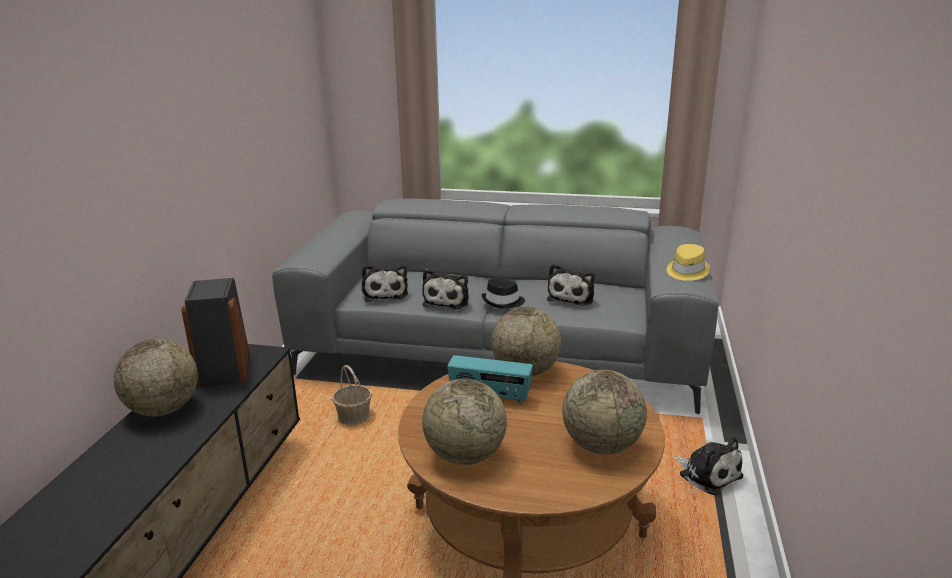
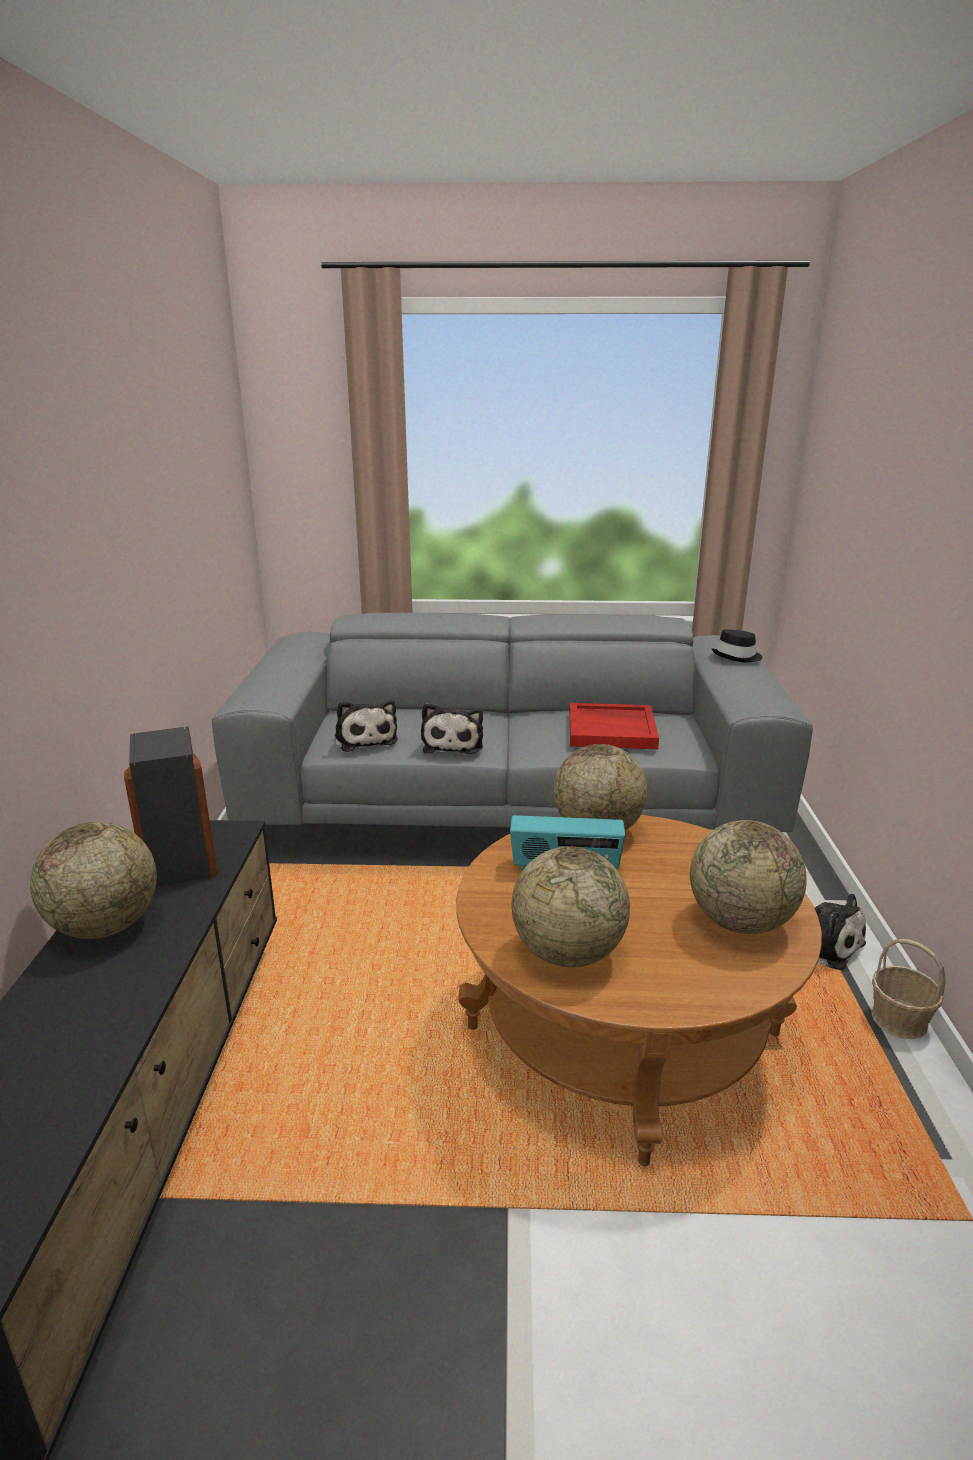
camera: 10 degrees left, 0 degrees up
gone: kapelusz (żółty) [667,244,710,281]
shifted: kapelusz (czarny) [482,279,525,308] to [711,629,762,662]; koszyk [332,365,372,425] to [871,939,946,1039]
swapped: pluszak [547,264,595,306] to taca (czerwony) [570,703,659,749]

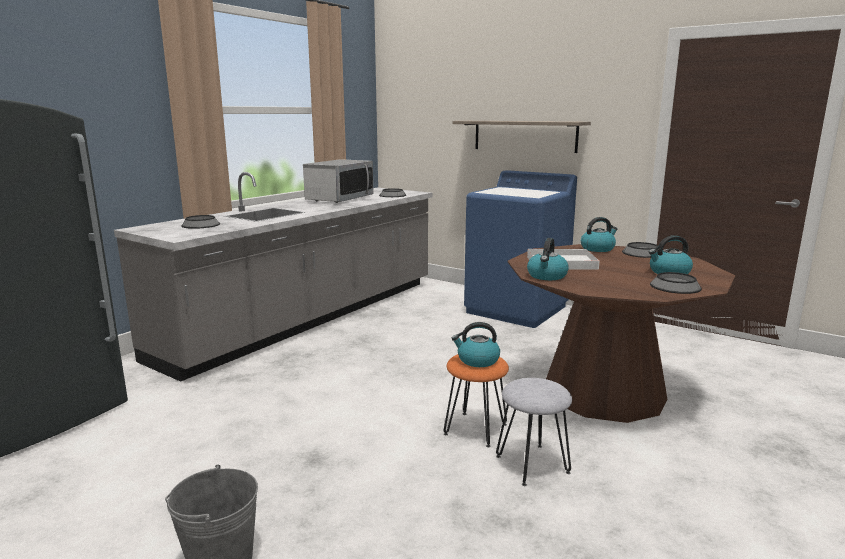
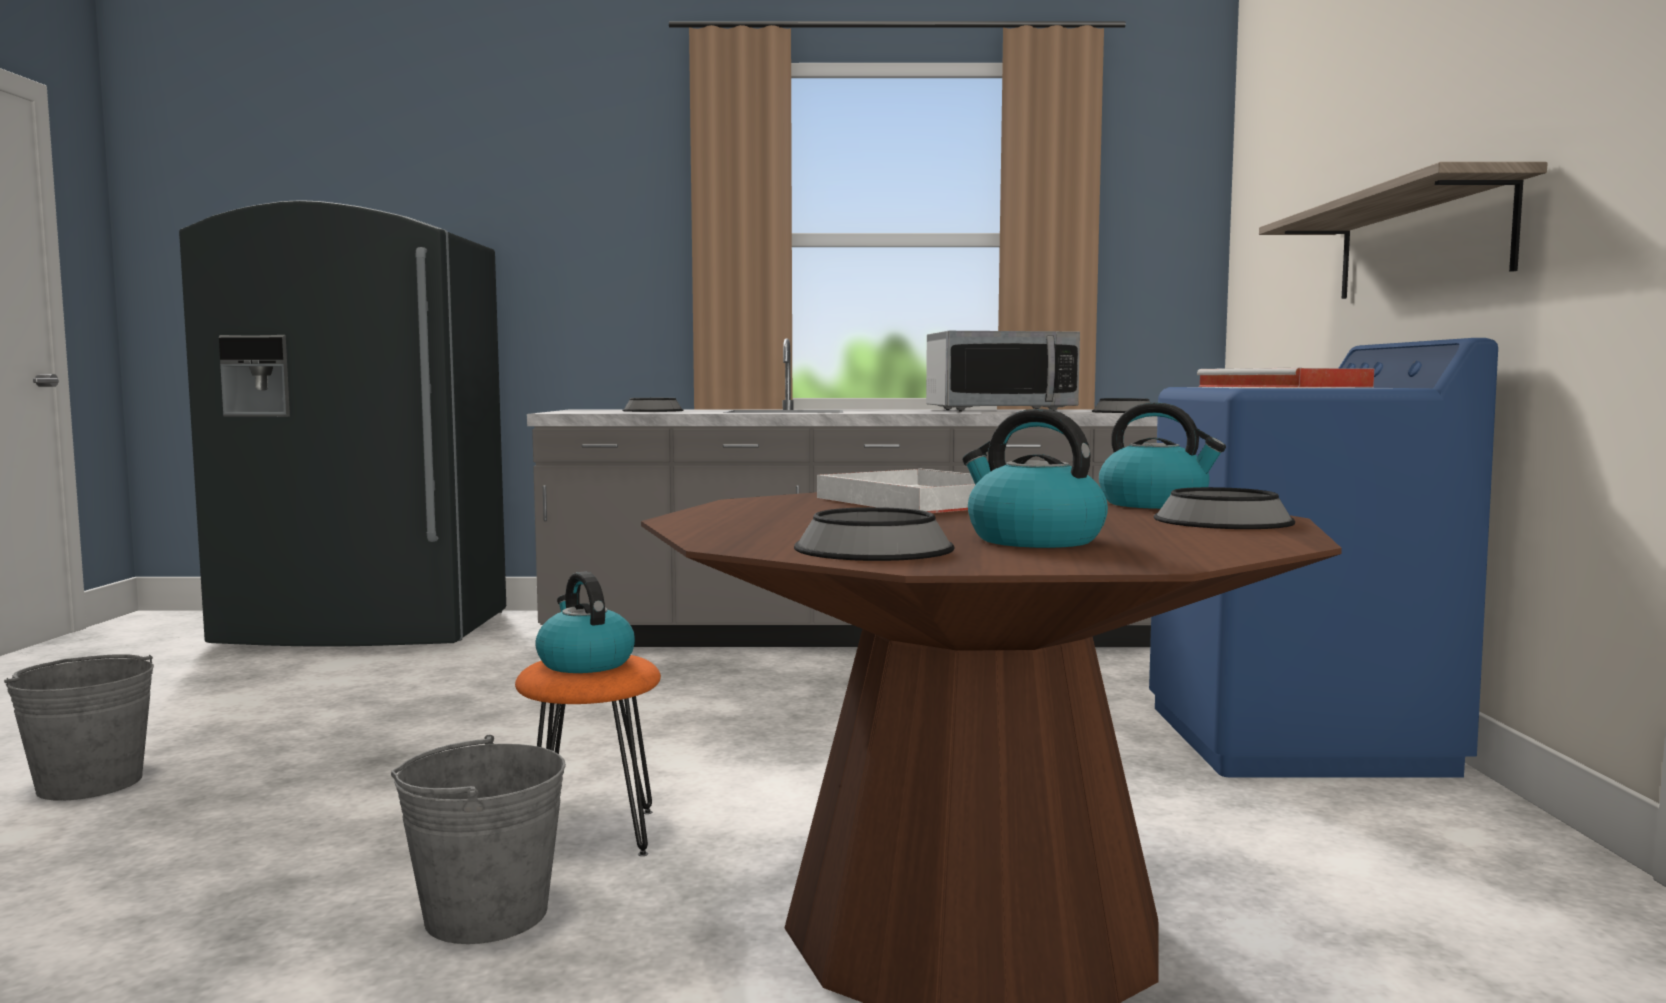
camera: 55 degrees right, 10 degrees down
gone: czajnik [527,238,569,280]
new: taca (czerwony) [1197,368,1374,388]
swapped: stołek (szary) [496,378,572,486] to wiadro (szary) [391,735,566,944]

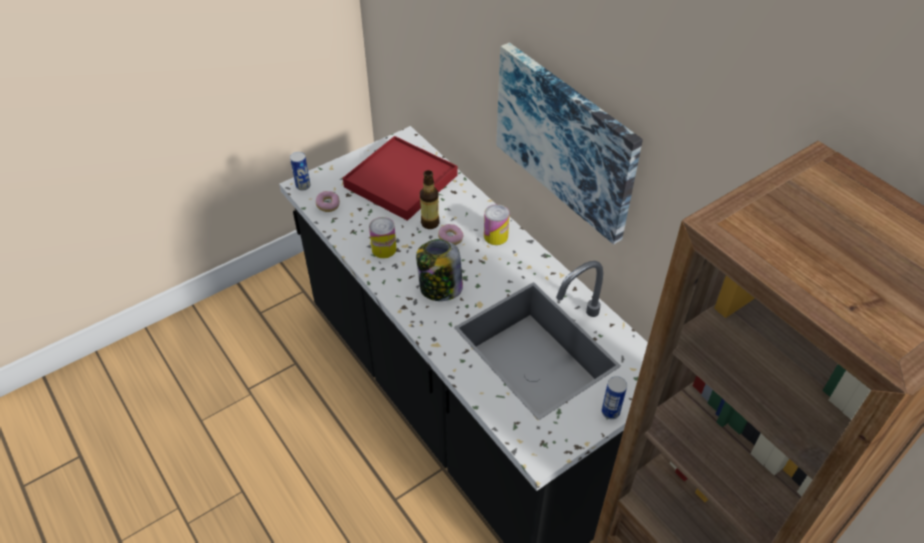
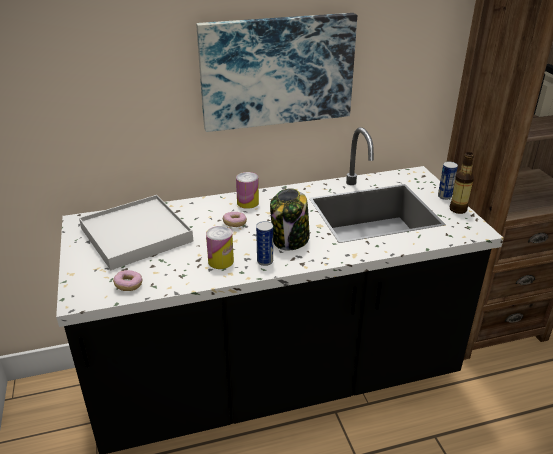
camera: 70 degrees left, 15 degrees down
shifted: puszka [290,152,311,191] to [256,221,273,266]; butelka [420,170,440,229] to [450,152,474,214]
repainted: taca (czerwony) [343,136,457,221] to taca (biały) [79,195,193,270]

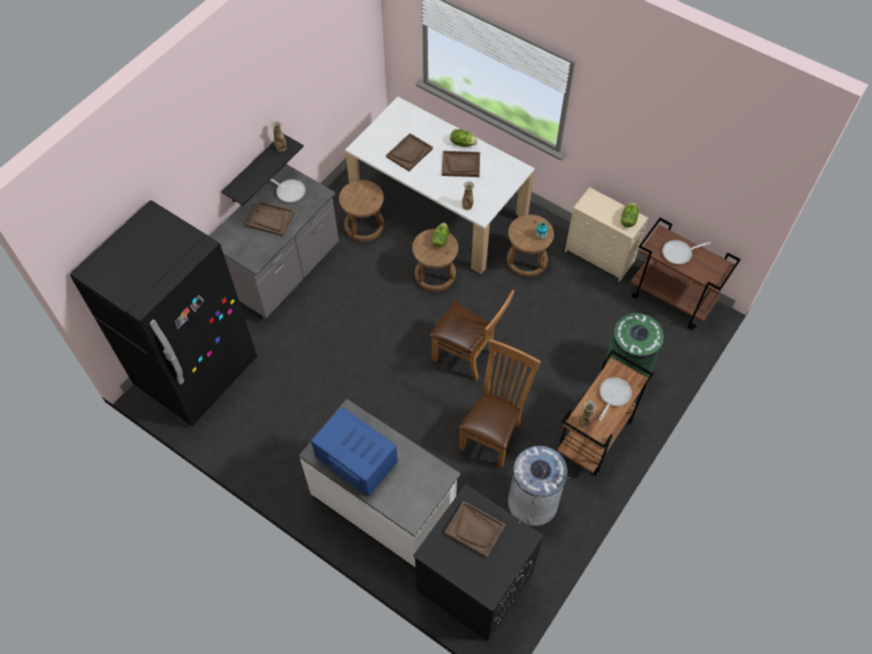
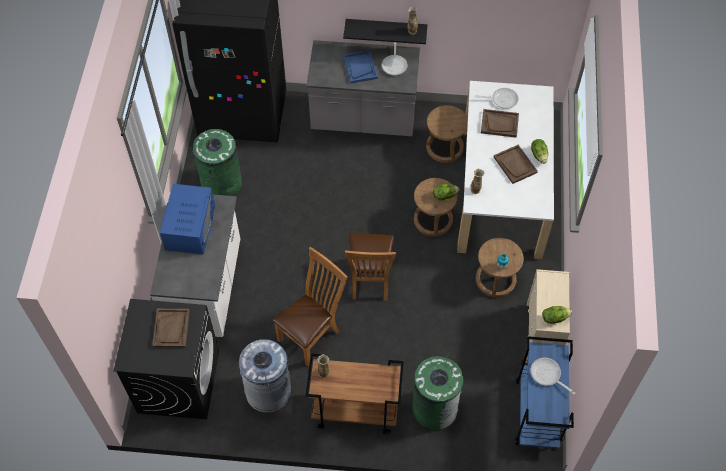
camera: 60 degrees right, 0 degrees up
new: kosz na śmieci (zielony) [192,129,242,196]
shifted: patelnia [599,377,632,421] to [475,88,519,109]
repainted: taca (brązowy) [245,201,295,236] to taca (niebieski) [343,50,378,83]; wózek (brązowy) [630,218,741,330] to wózek (niebieski) [515,336,574,449]
rotated: krzesło (brązowy) [459,339,541,469] = [272,247,348,366] 45 degrees counterclockwise

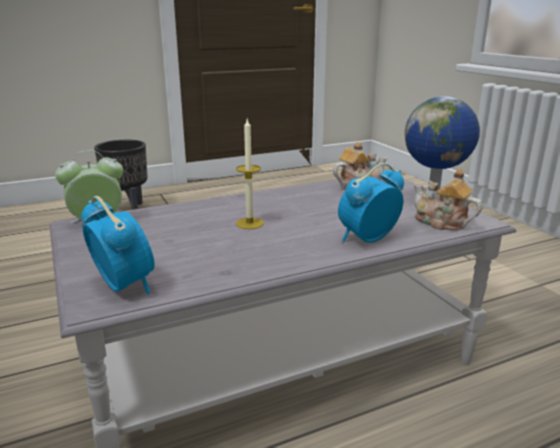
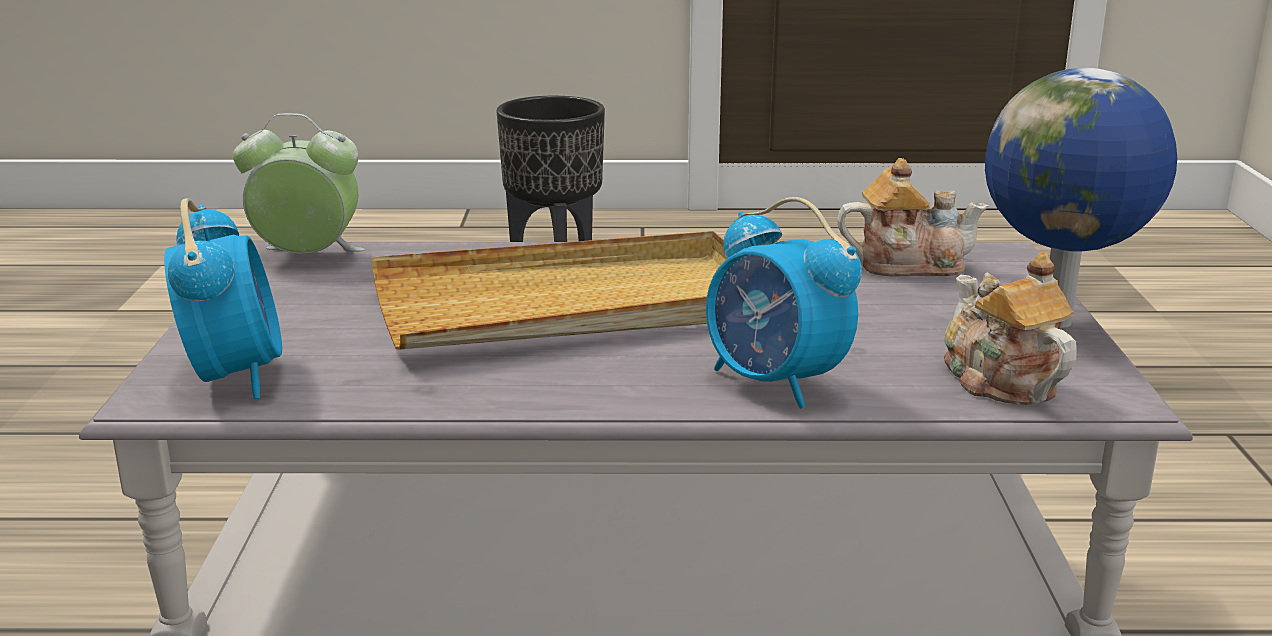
camera: 25 degrees right, 0 degrees up
swapped: świeca [236,119,264,229] to taca (beżowy) [371,231,727,349]
rotated: budzik [338,163,404,243] = [706,197,862,408] 120 degrees counterclockwise

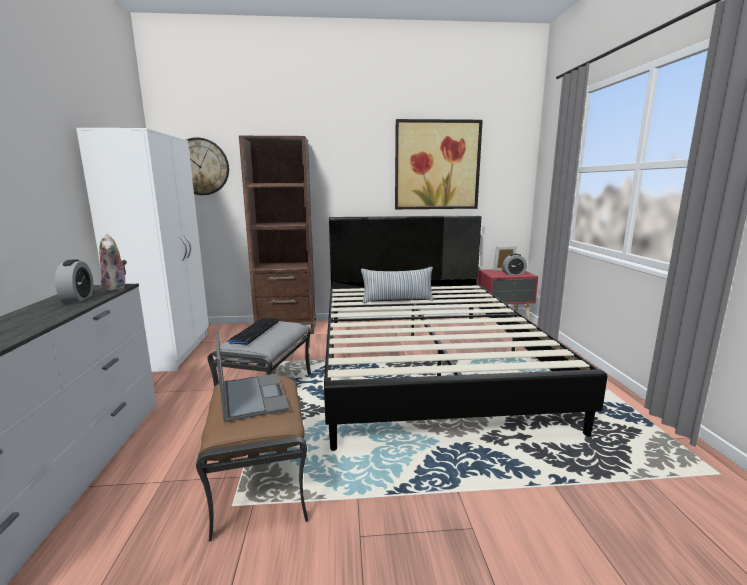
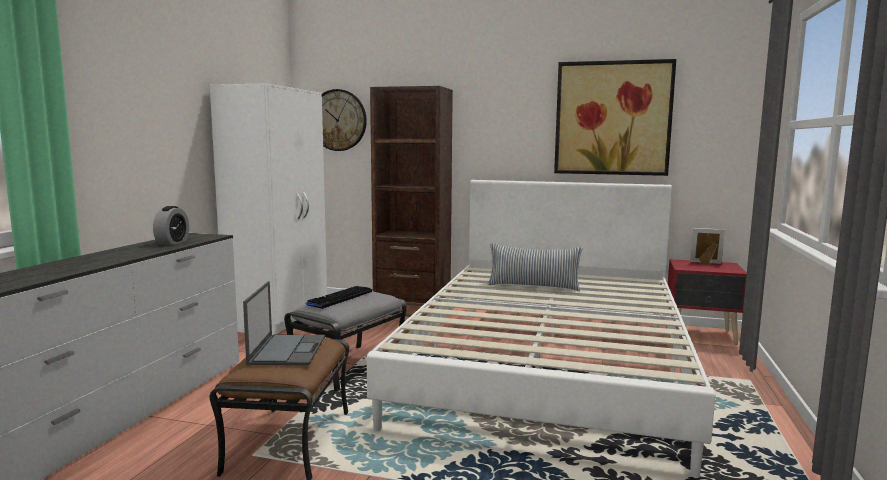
camera: 20 degrees right, 5 degrees down
gone: pluszak [99,234,127,292]; budzik [502,254,527,275]
repainted: łóżko (czarny) [324,215,607,451] to łóżko (biały) [367,180,715,478]

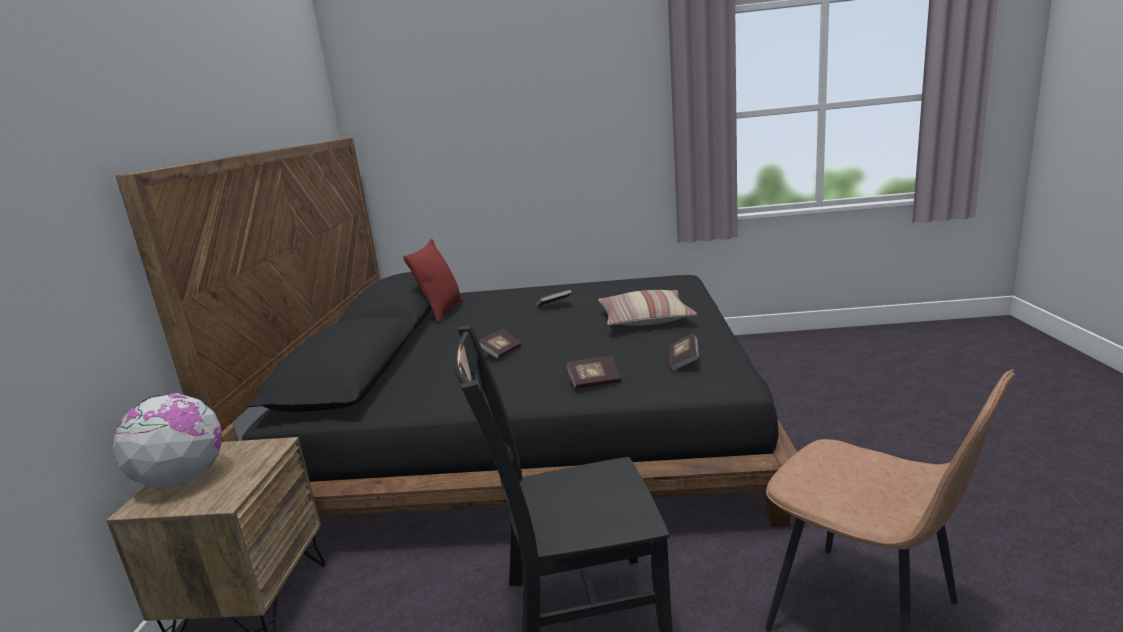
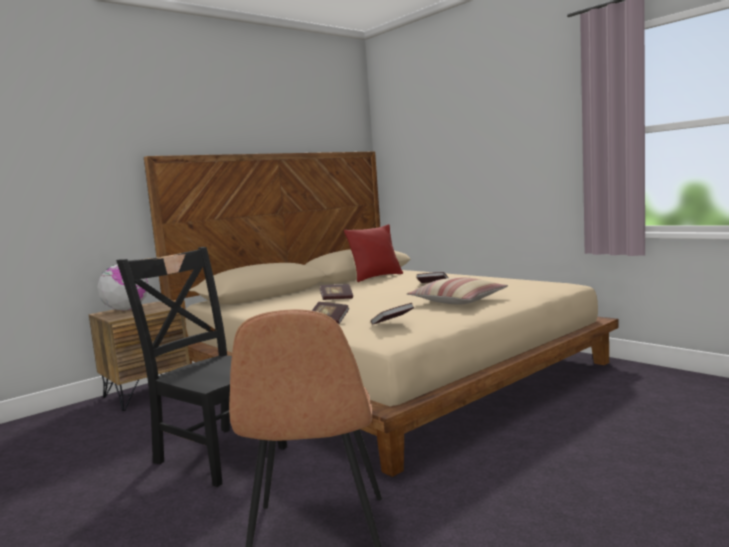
camera: 45 degrees right, 10 degrees down
repainted: łóżko (czarny) [116,137,797,527] to łóżko (beżowy) [144,151,619,477]

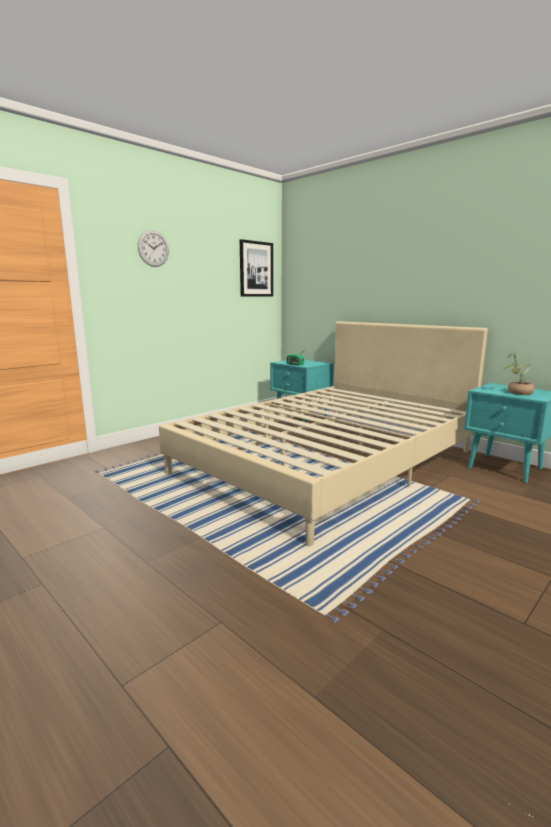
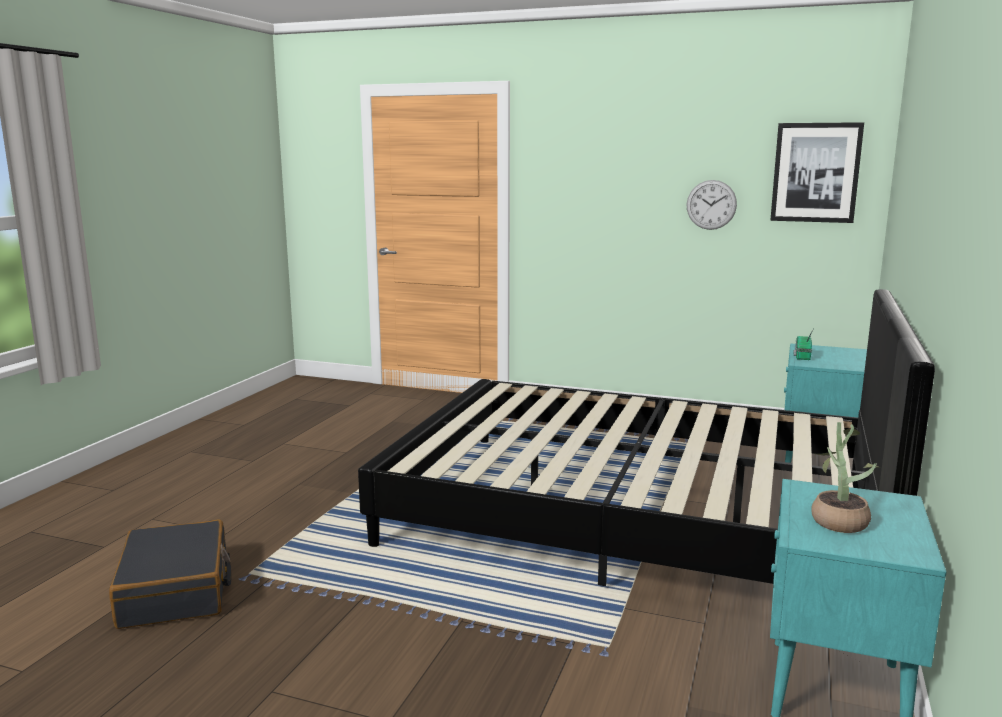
camera: 65 degrees right, 0 degrees up
new: walizka (czarny) [109,520,232,629]
shifted: zegar ścienny [138,230,169,267] to [686,180,737,230]
repainted: łóżko (beżowy) [159,321,488,546] to łóżko (czarny) [358,289,935,586]

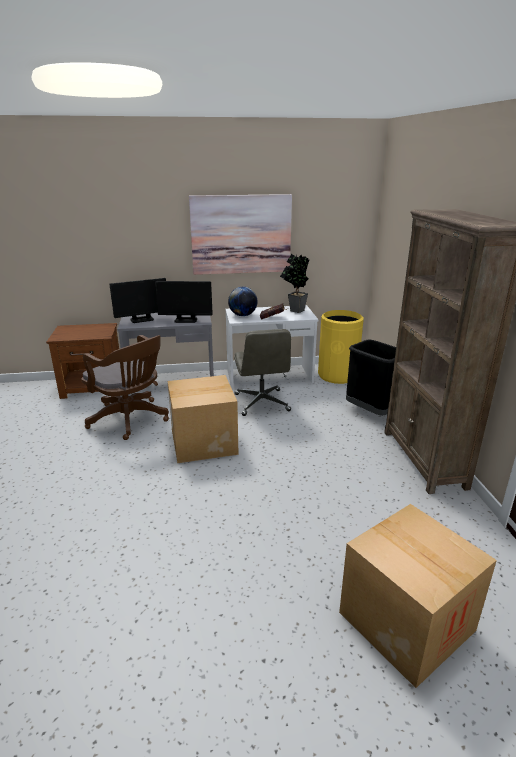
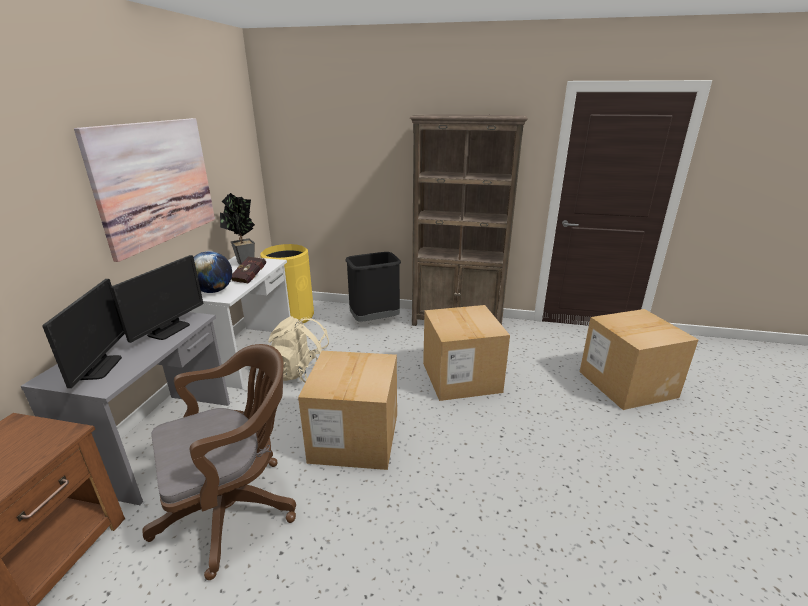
camera: 70 degrees left, 0 degrees up
new: karton [423,305,510,401]
swapped: krzesło biurowe (szary) [234,329,291,416] to plecak (beżowy) [268,316,329,383]

